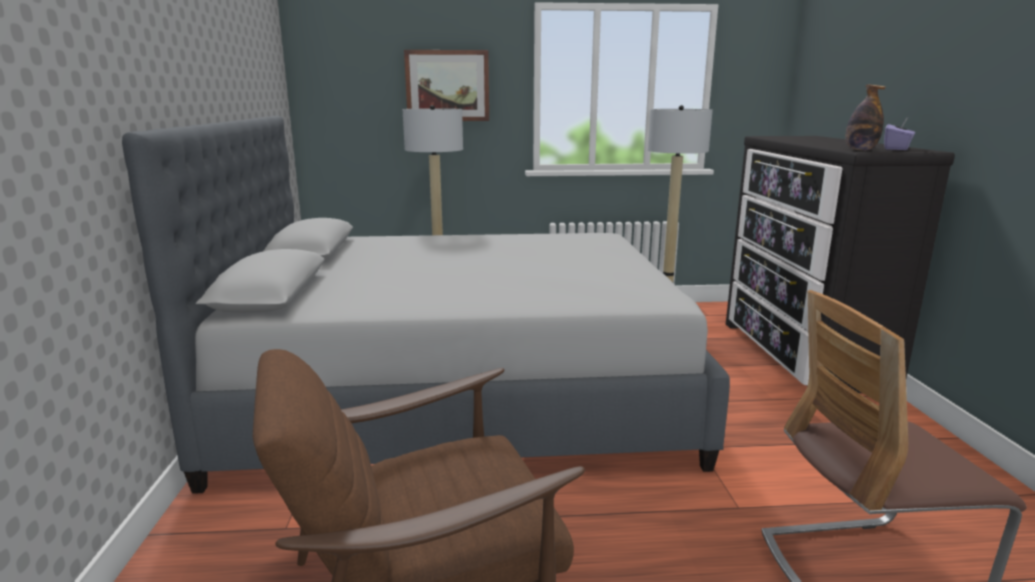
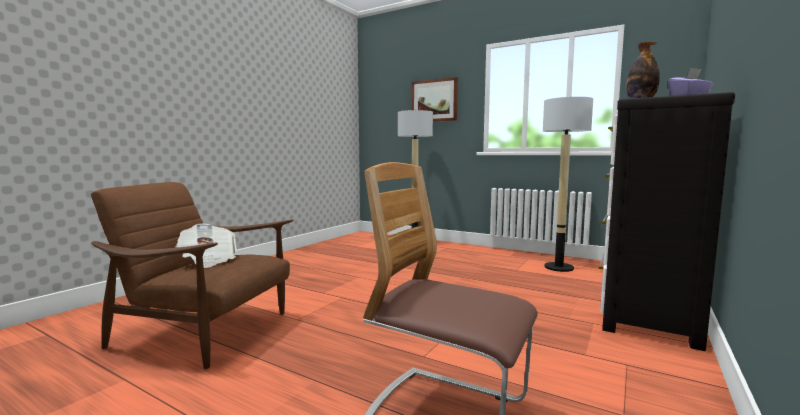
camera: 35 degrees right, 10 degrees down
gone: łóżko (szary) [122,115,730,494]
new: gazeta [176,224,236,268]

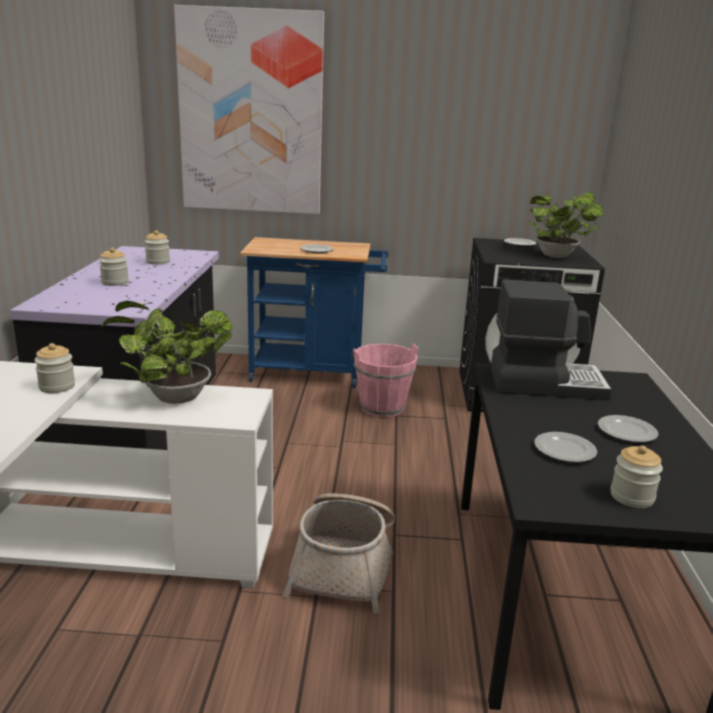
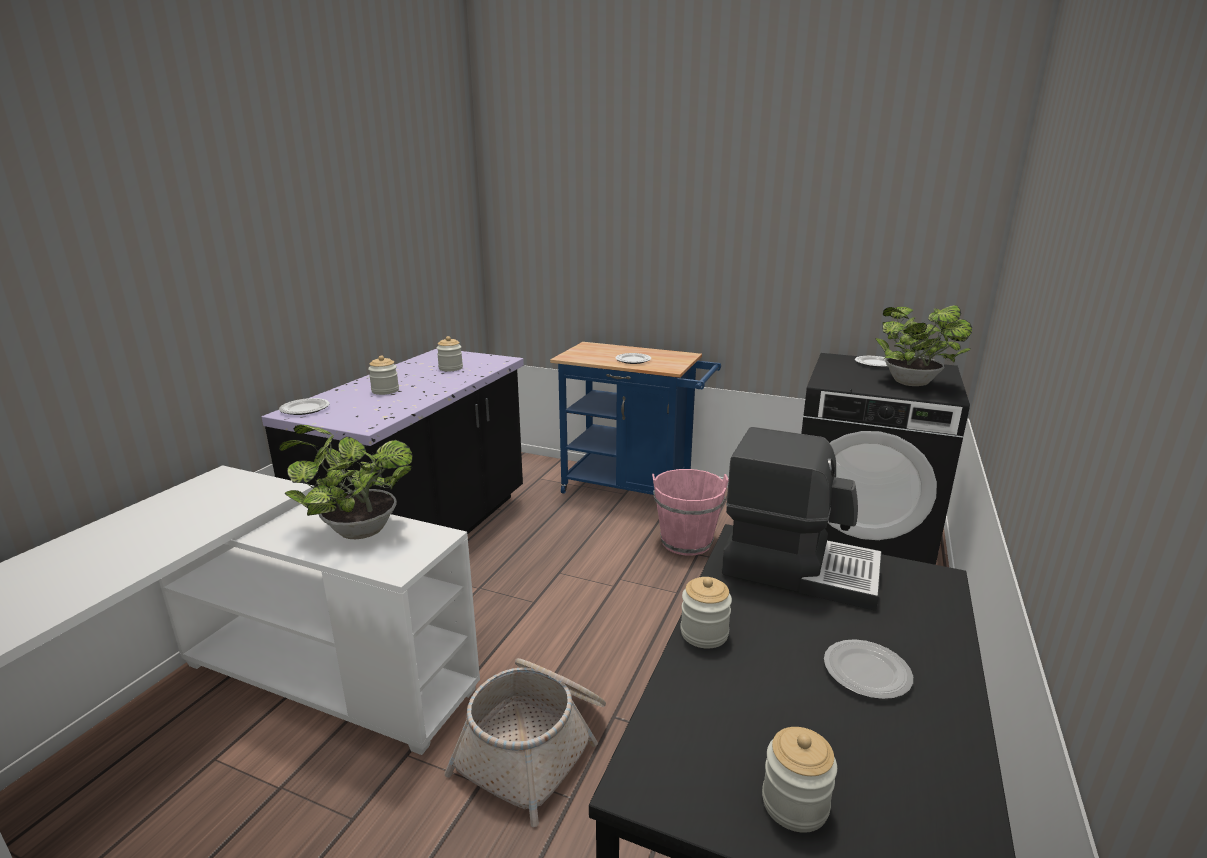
camera: 20 degrees right, 0 degrees up
gone: obraz [174,5,324,214]
shifted: talerz [534,432,597,462] to [279,398,330,415]; słoik [35,343,75,393] to [680,577,732,649]

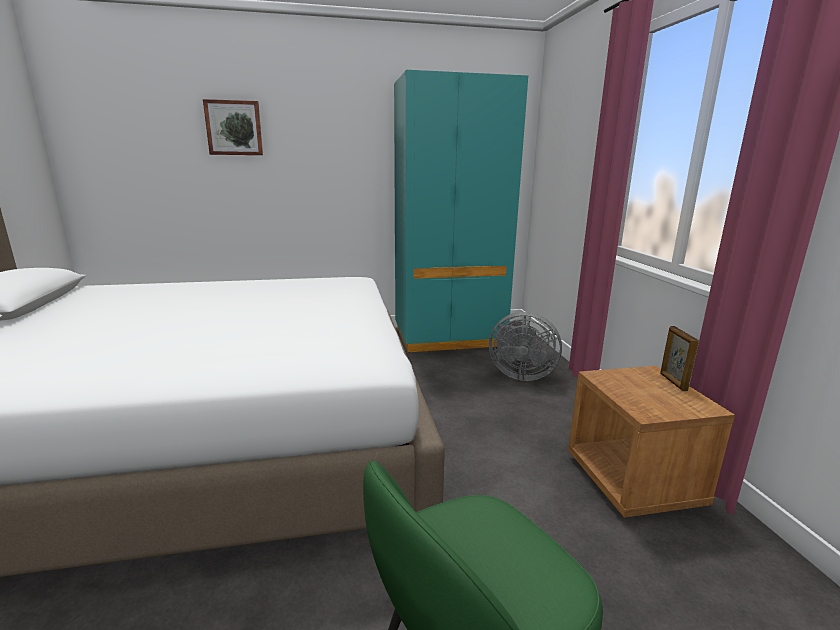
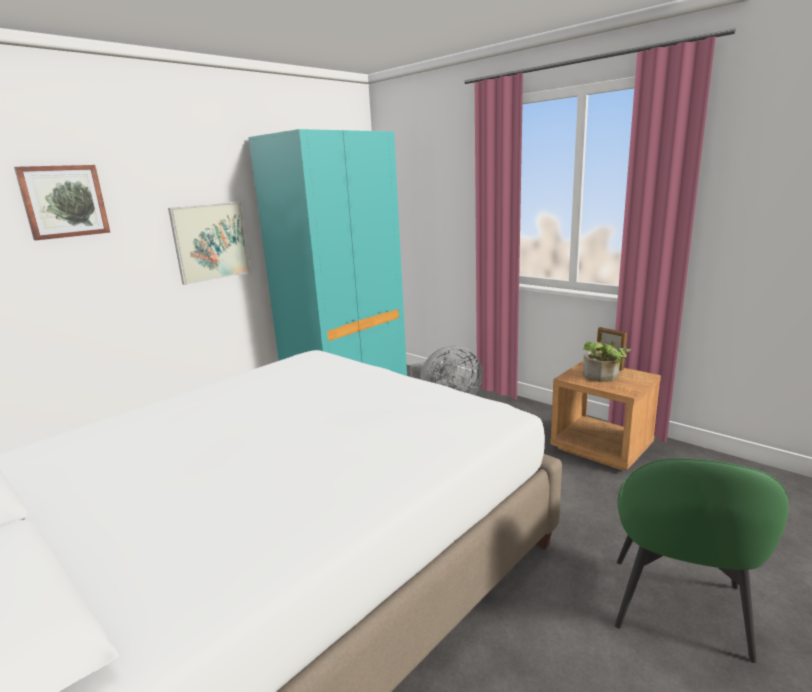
camera: 35 degrees left, 0 degrees up
new: obraz [168,202,251,285]; roślina doniczkowa [583,341,631,382]

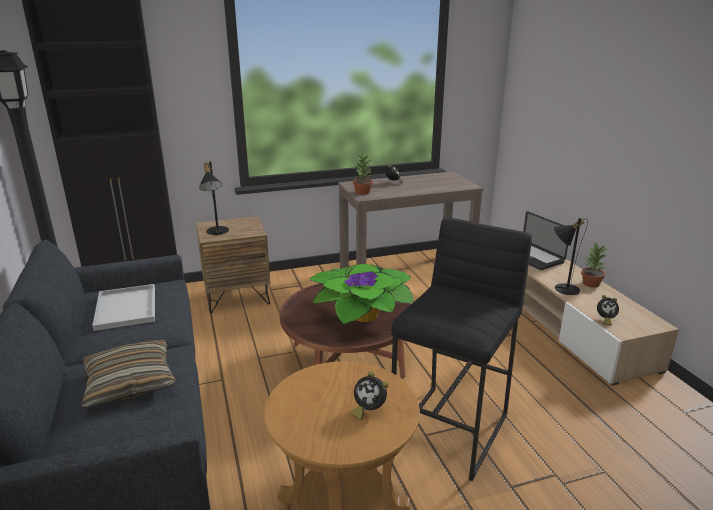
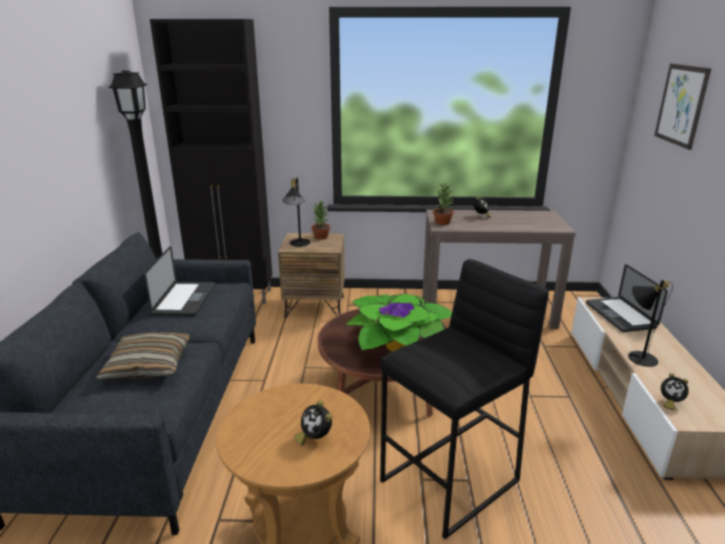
camera: 20 degrees right, 0 degrees up
new: obraz [654,63,711,150]
shifted: roślina doniczkowa [581,243,607,288] to [311,200,330,239]
swapped: taca (biały) [92,284,155,331] to laptop [144,246,215,316]

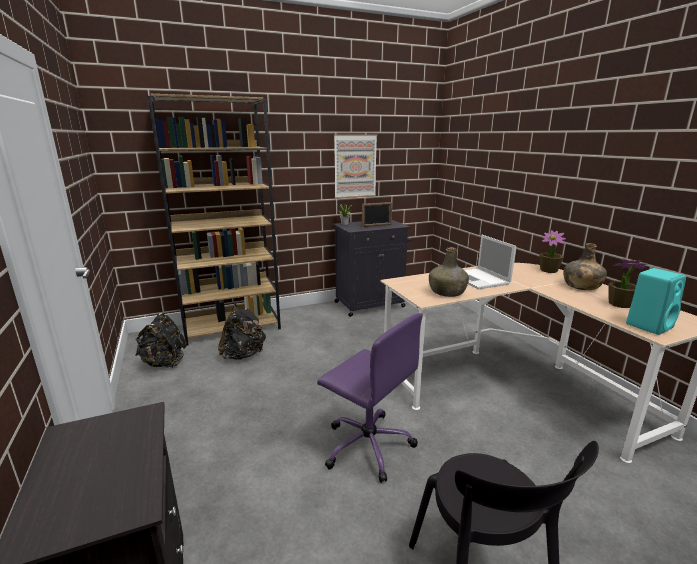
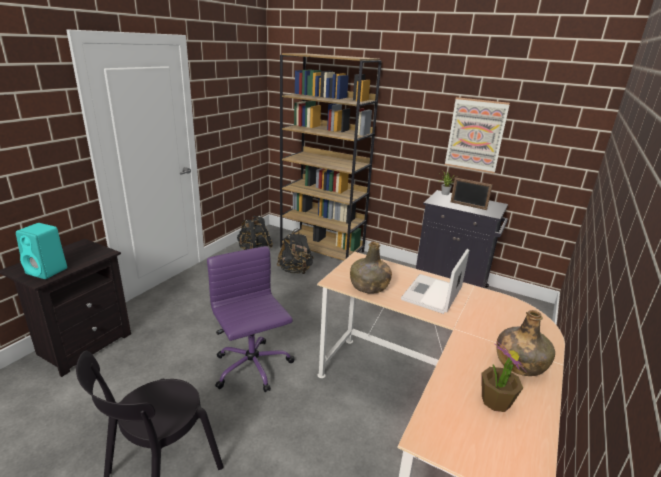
camera: 50 degrees right, 5 degrees up
gone: roślina doniczkowa [539,230,566,273]
shifted: głośnik (turkusowy) [626,268,686,335] to [16,223,67,279]
rotated: krzesło biurowe (fioletowy) [317,313,423,483] = [207,246,295,392] 150 degrees clockwise

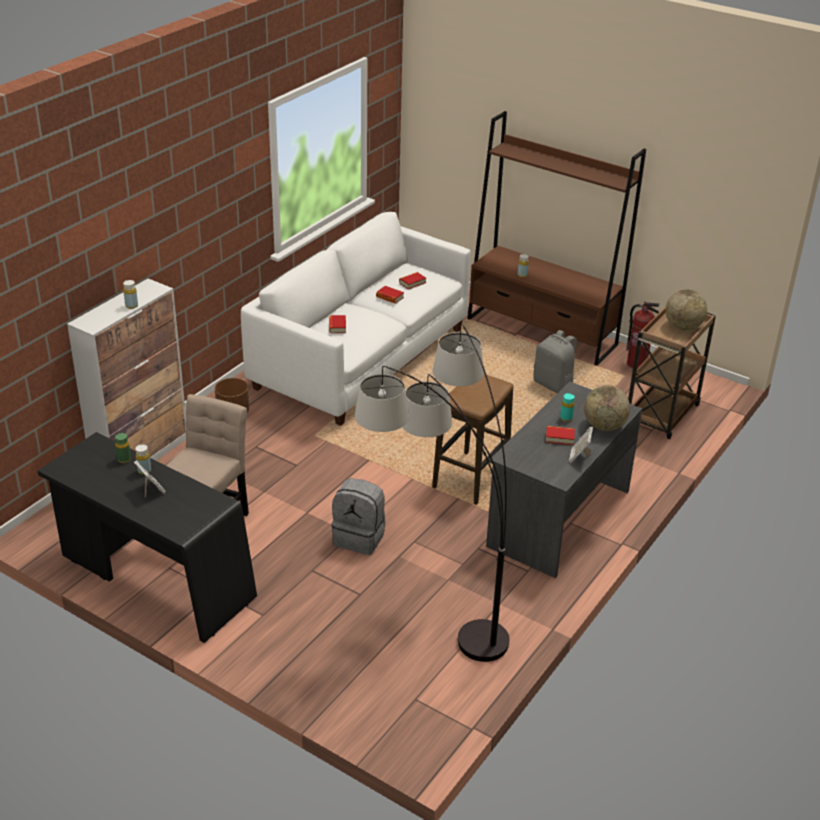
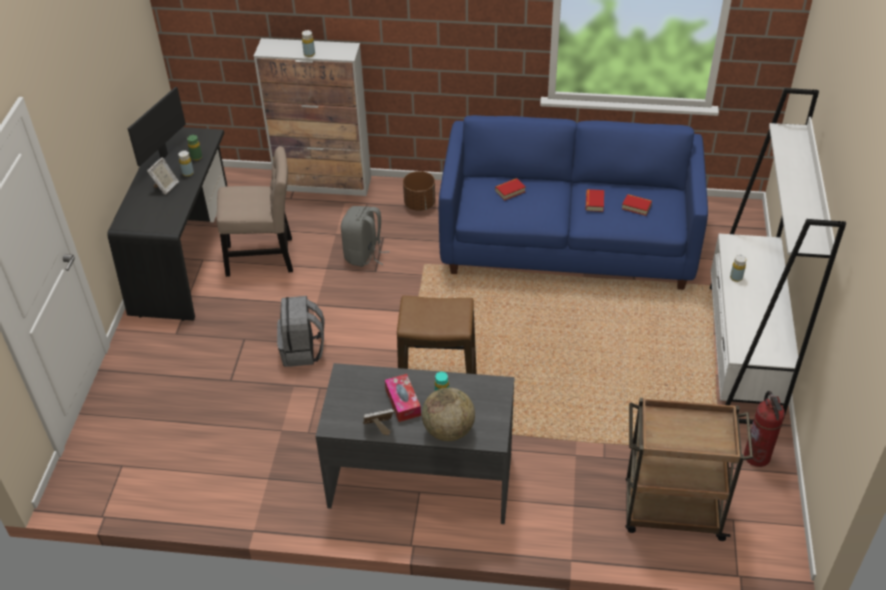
camera: 65 degrees right, 10 degrees up
gone: lampa stojąca [355,324,509,662]; globus [665,289,707,331]
new: monitor [127,87,190,170]
shifted: plecak (szary) [533,330,577,393] to [341,206,390,267]
swapped: książka [546,426,575,445] to pudełko chusteczek [385,374,421,422]
repainted: kanapa (biały) [241,212,471,426] to kanapa (niebieski) [439,115,708,290]; regał (brązowy) [467,111,646,366] to regał (biały) [710,88,846,424]

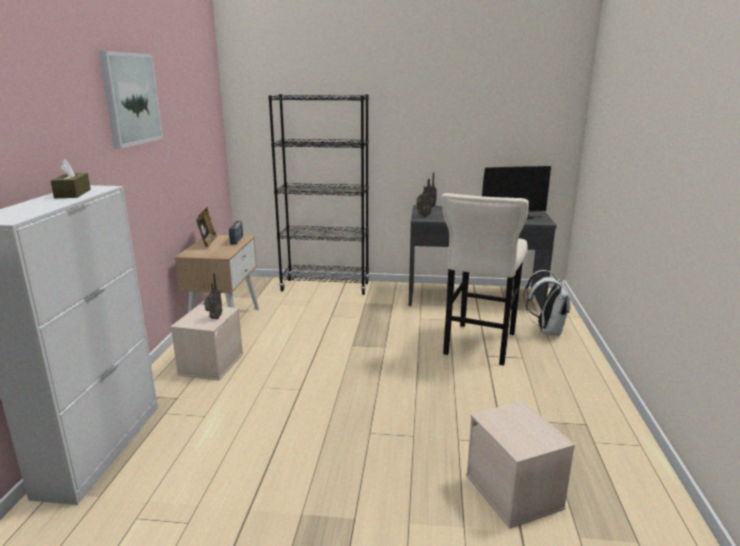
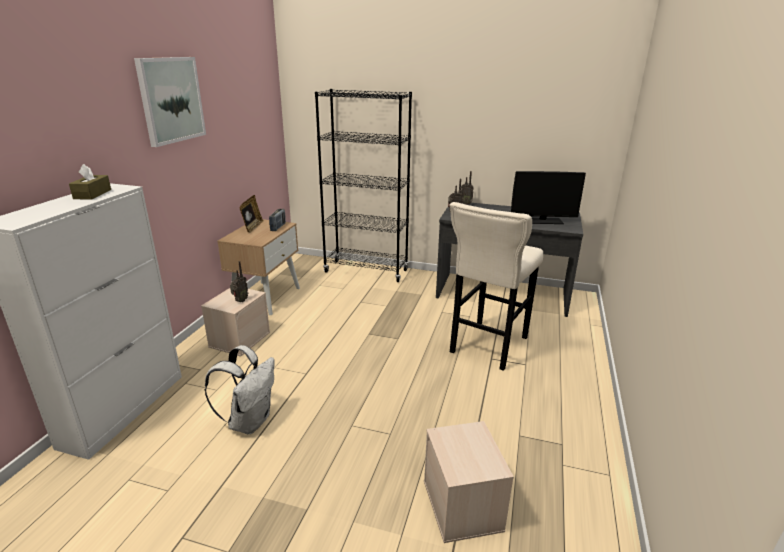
camera: 10 degrees right, 5 degrees up
shifted: plecak (biały) [523,270,571,336] to [205,345,274,435]

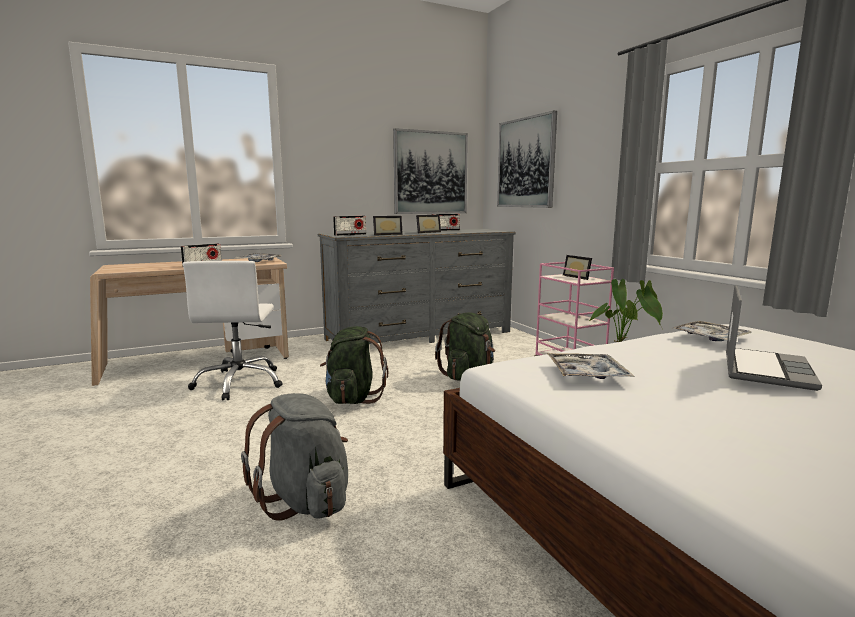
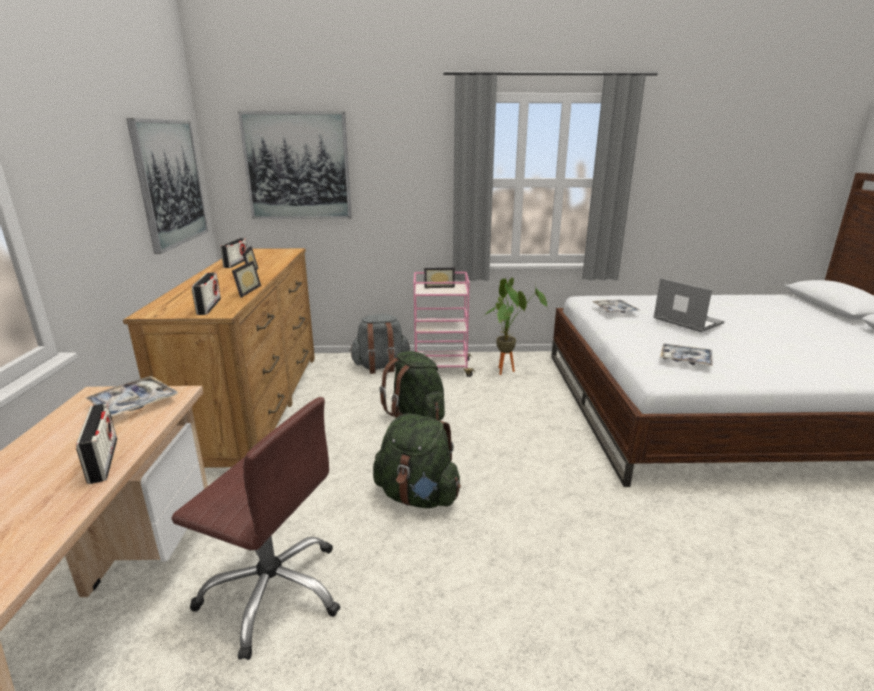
camera: 65 degrees left, 10 degrees up
shifted: plecak (szary) [241,393,348,520] to [349,314,410,374]
repainted: komoda (szary) [318,229,516,344] to komoda (brązowy) [123,248,315,468]; krzesło biurowe (biały) [183,261,283,400] to krzesło biurowe (brązowy) [171,397,340,660]

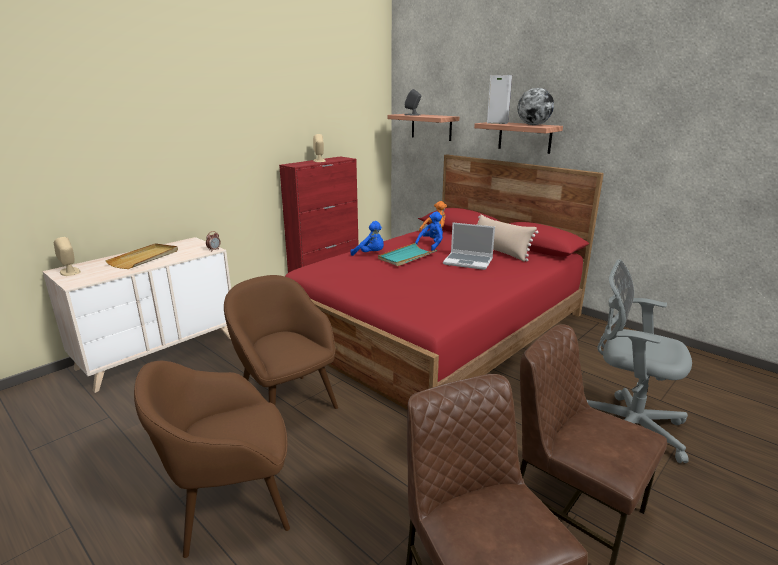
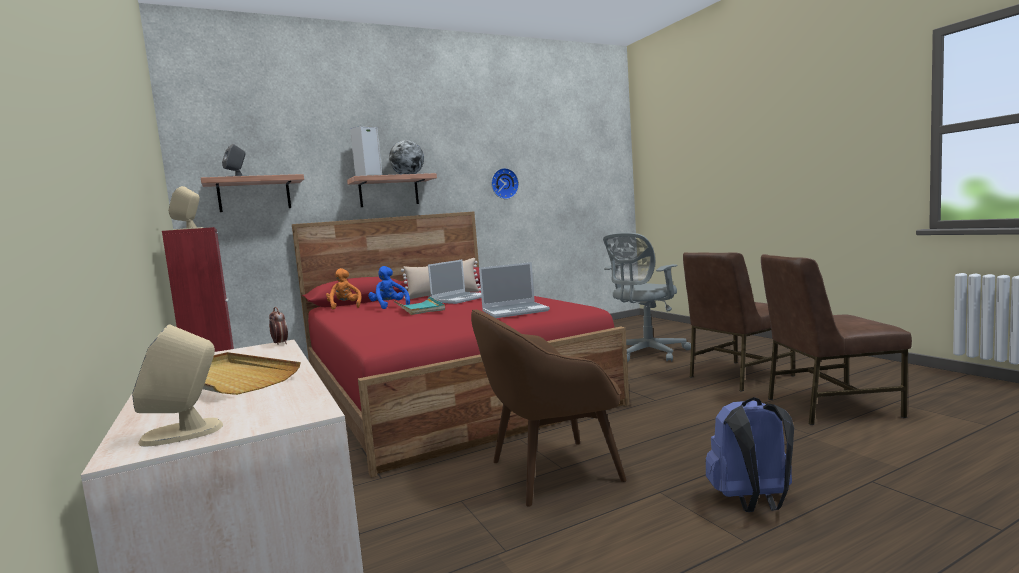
camera: 70 degrees left, 15 degrees down
gone: pluszak (niebieski) [350,221,384,256]
new: laptop [479,262,550,318]; zegar ścienny [491,168,519,199]
swapped: fotel (brązowy) [134,361,290,558] to plecak (niebieski) [706,397,794,512]

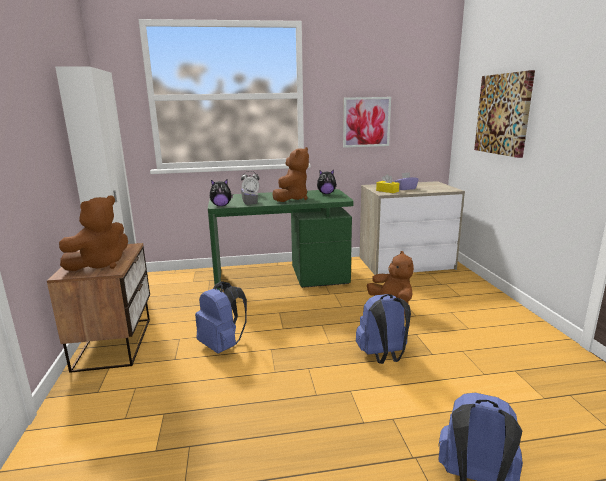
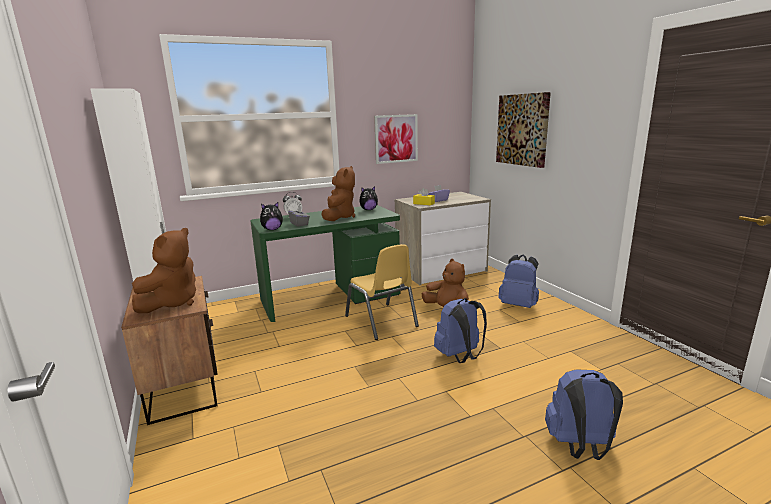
camera: 15 degrees left, 0 degrees up
new: krzesło (żółty) [345,244,419,340]
shifted: plecak (niebieski) [195,281,247,354] to [499,255,539,308]

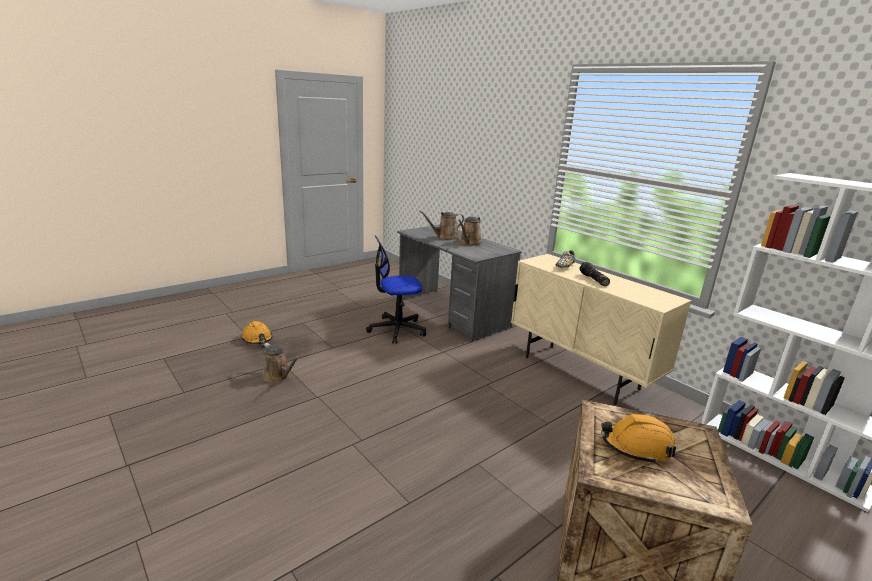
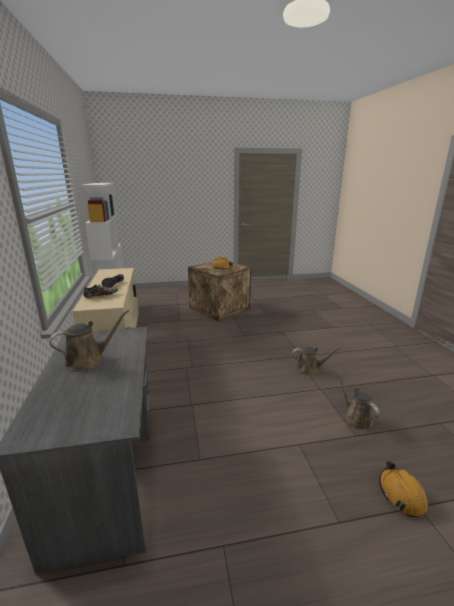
camera: 150 degrees left, 0 degrees up
gone: krzesło biurowe [366,235,426,344]
shifted: konewka (brązowy) [419,211,464,240] to [292,347,342,375]

